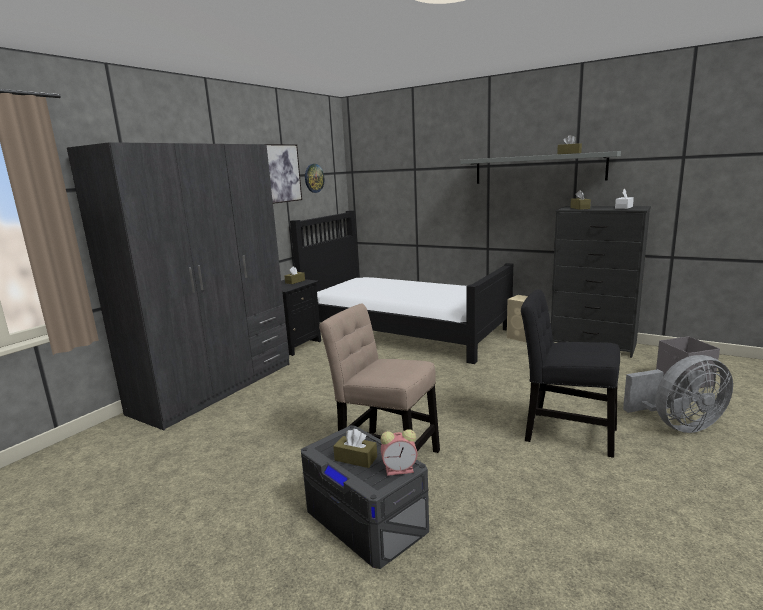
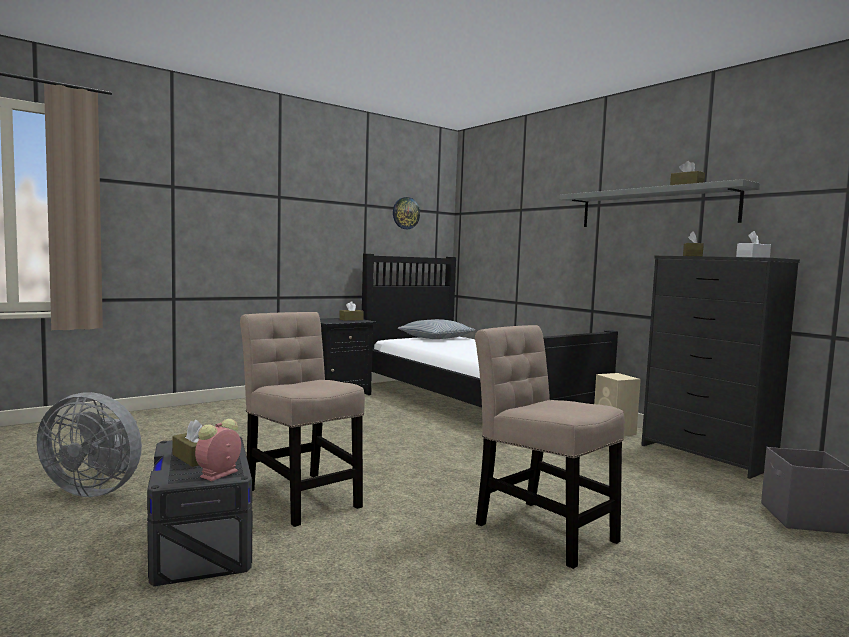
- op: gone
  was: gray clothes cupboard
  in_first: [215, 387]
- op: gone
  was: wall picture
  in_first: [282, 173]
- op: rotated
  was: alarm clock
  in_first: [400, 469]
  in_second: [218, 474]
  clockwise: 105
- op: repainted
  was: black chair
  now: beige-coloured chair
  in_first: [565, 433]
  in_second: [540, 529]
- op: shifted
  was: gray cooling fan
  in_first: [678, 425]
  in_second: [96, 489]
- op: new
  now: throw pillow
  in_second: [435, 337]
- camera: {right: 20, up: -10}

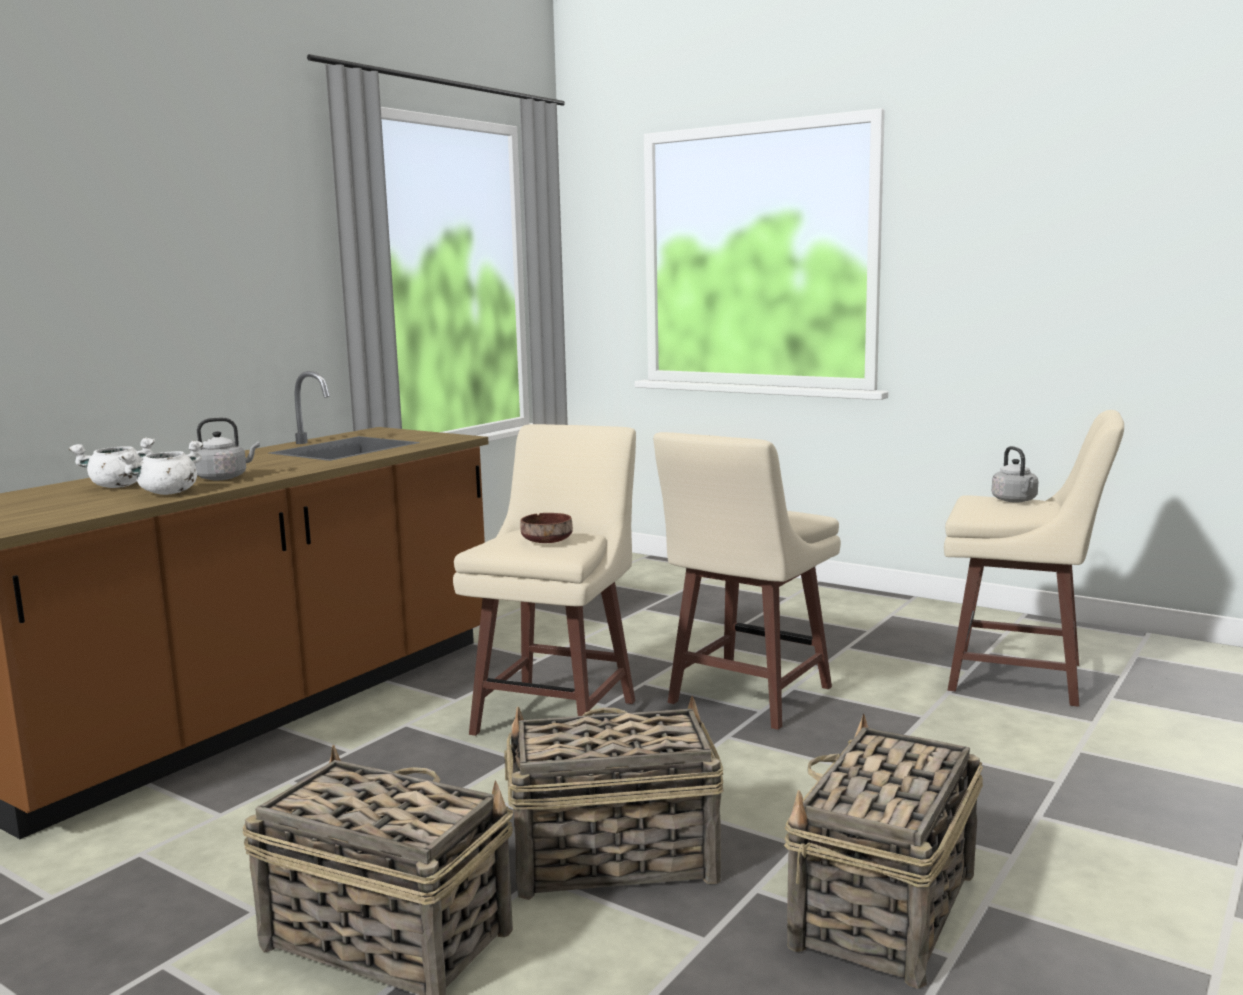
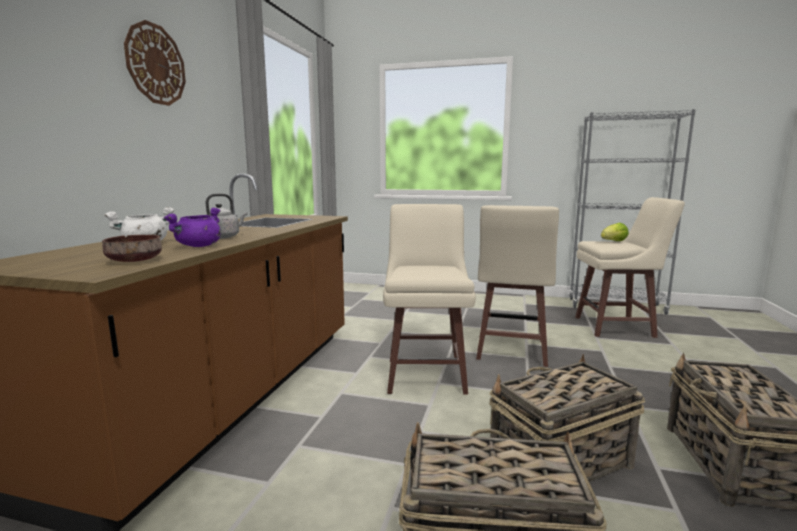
- op: repainted
  was: white-coloured stockpot
  now: purple-coloured stockpot
  in_first: [168, 493]
  in_second: [198, 246]
- op: shifted
  was: brown bowl
  in_first: [547, 542]
  in_second: [134, 261]
- op: swapped
  was: gray water kettle
  now: head of lettuce
  in_first: [1015, 501]
  in_second: [613, 242]
- op: new
  now: wall clock
  in_second: [155, 64]
- op: new
  now: gray bookcase
  in_second: [616, 306]
- camera: {right: -20, up: 0}

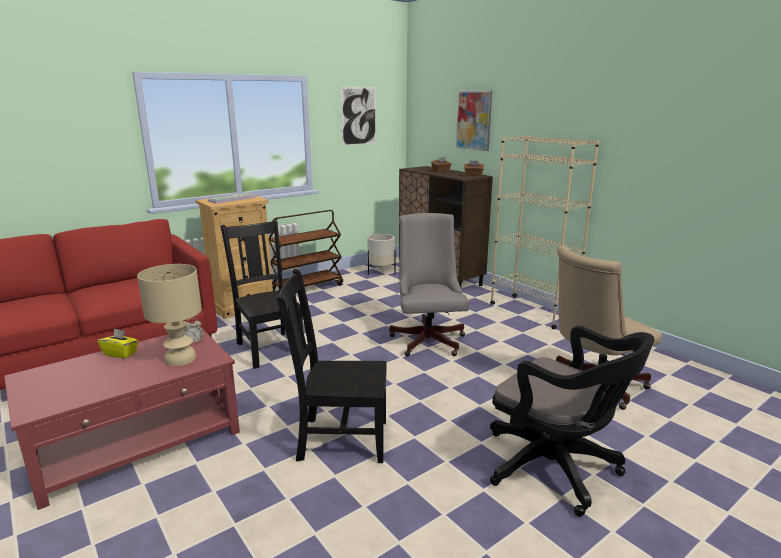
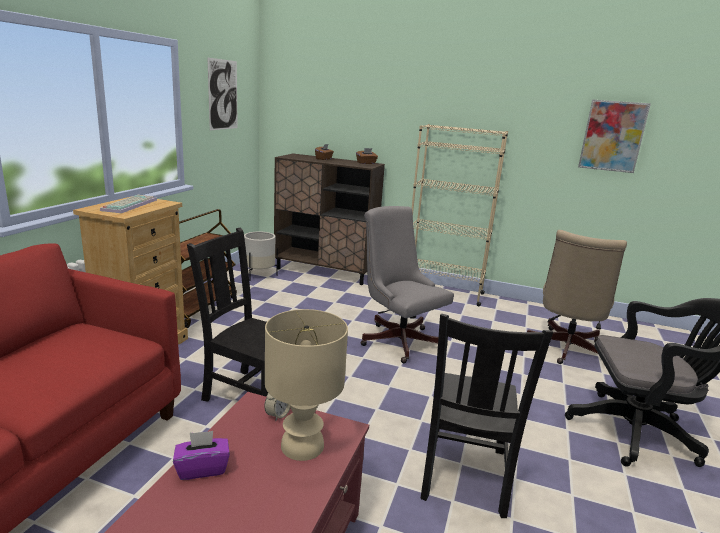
- op: repainted
  was: yellow-coloured box of tissues
  now: purple-coloured box of tissues
  in_first: [120, 353]
  in_second: [202, 468]
- op: rotated
  was: black chair
  in_first: [339, 439]
  in_second: [464, 476]
  clockwise: -45
- op: shifted
  was: wall picture
  in_first: [474, 120]
  in_second: [612, 136]
- camera: {right: -35, up: 0}

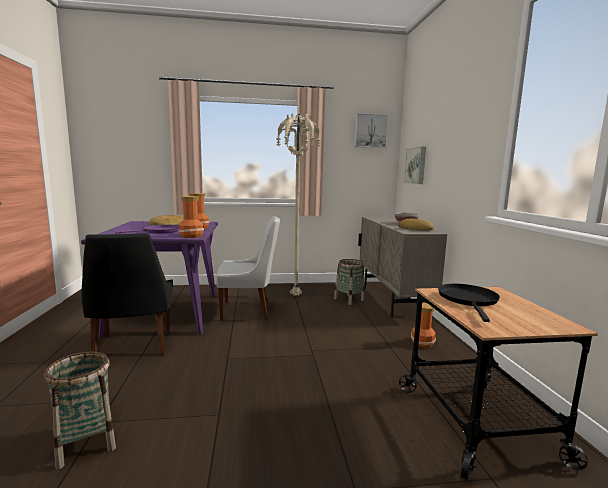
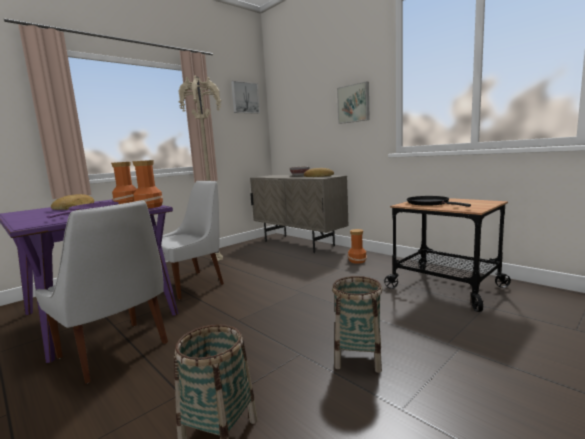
- op: repainted
  was: black chair
  now: white-coloured chair
  in_first: [133, 346]
  in_second: [116, 351]
- op: shifted
  was: basket
  in_first: [349, 299]
  in_second: [358, 357]
- op: shifted
  was: wall picture
  in_first: [416, 166]
  in_second: [354, 103]
- camera: {right: -35, up: 0}

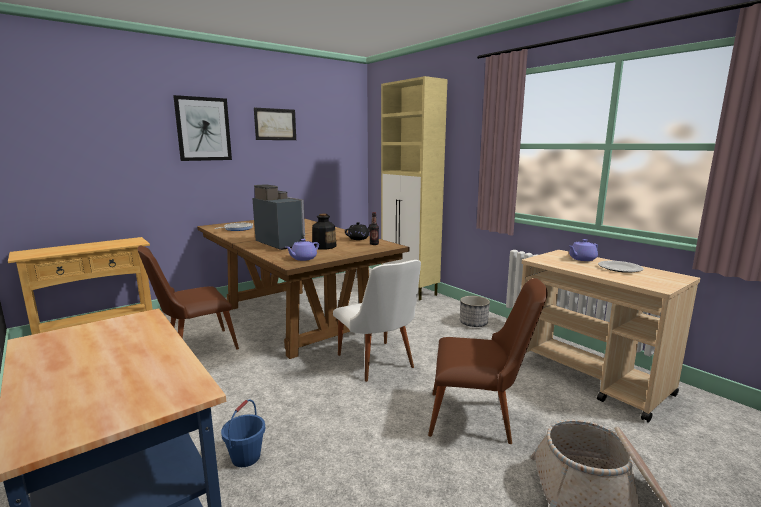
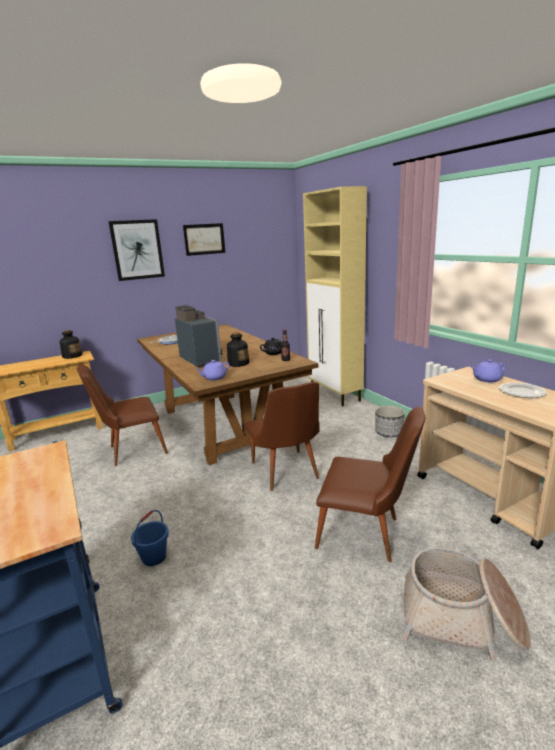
- op: repainted
  was: white-coloured chair
  now: brown chair
  in_first: [378, 364]
  in_second: [286, 474]
- op: new
  now: bottle
  in_second: [72, 356]
- camera: {right: 10, up: 5}

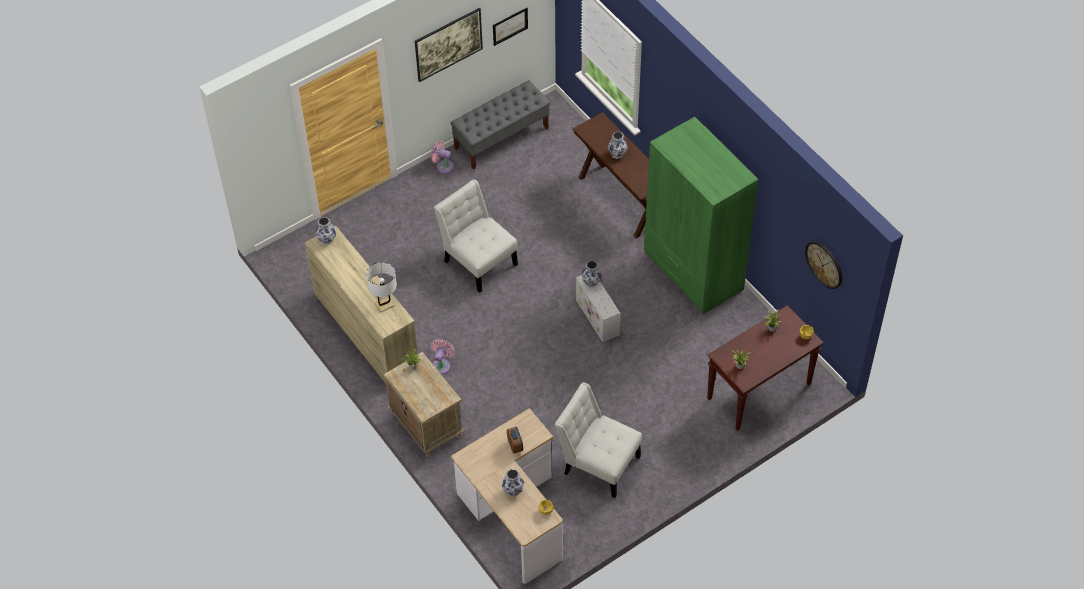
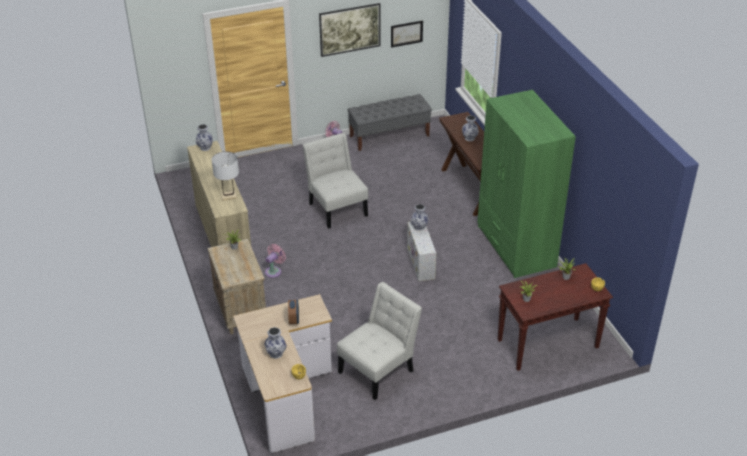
- op: rotated
  was: white-coloured chair
  in_first: [598, 462]
  in_second: [379, 369]
  clockwise: 90
- op: gone
  was: wall clock
  in_first: [824, 264]
- camera: {right: 15, up: -15}

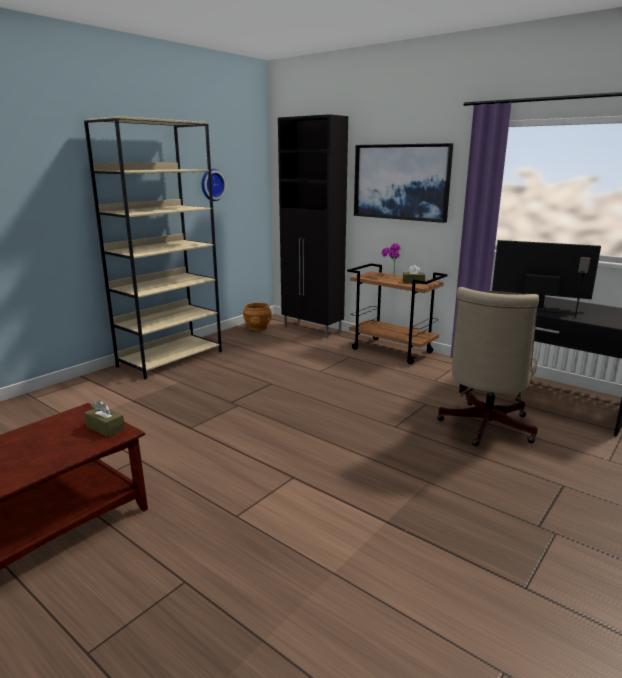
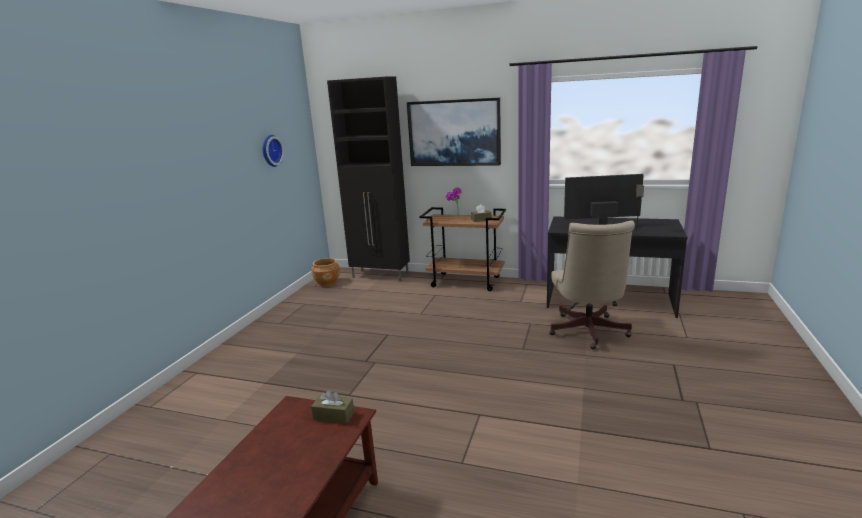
- op: gone
  was: beige-coloured bookcase
  in_first: [171, 358]
- camera: {right: -20, up: 0}

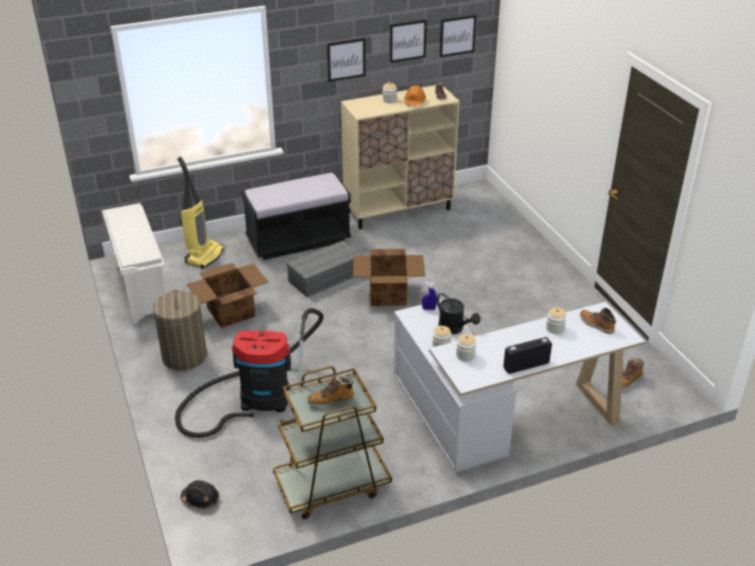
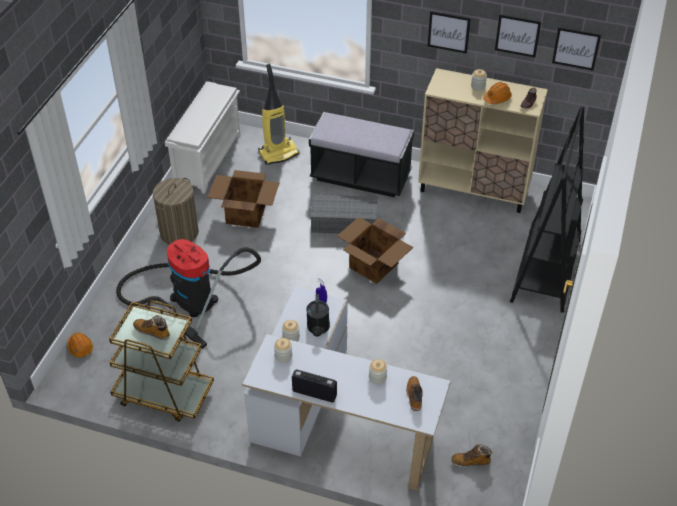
- op: repainted
  was: black work helmet
  now: orangey work helmet
  in_first: [201, 499]
  in_second: [80, 348]
- op: new
  now: black bookcase
  in_second: [545, 271]
- camera: {right: 40, up: 10}

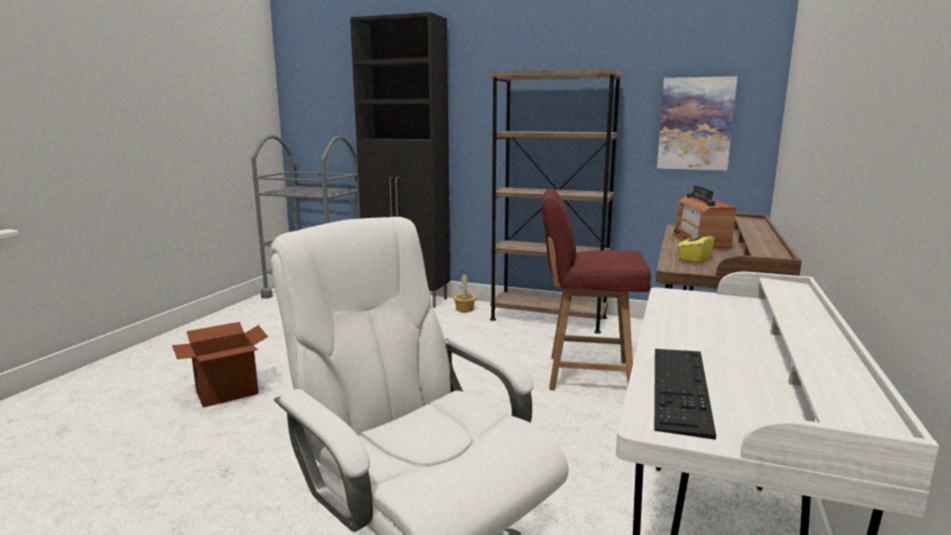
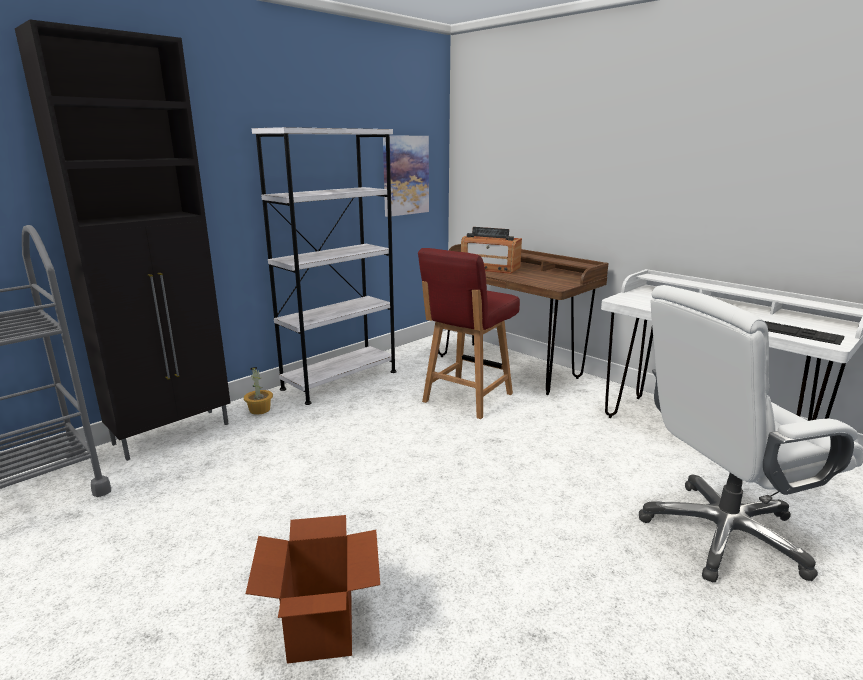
- op: repainted
  was: brown bookcase
  now: white-coloured bookcase
  in_first: [548, 318]
  in_second: [340, 380]
- op: gone
  was: yellow-coloured box of tissues
  in_first: [694, 259]
- camera: {right: -65, up: 5}

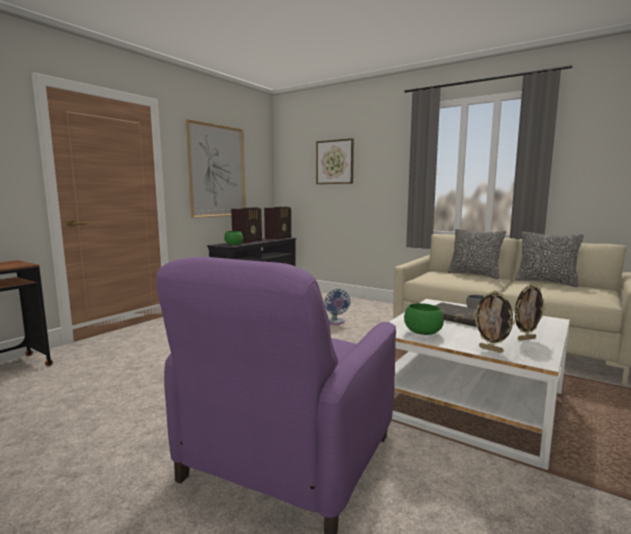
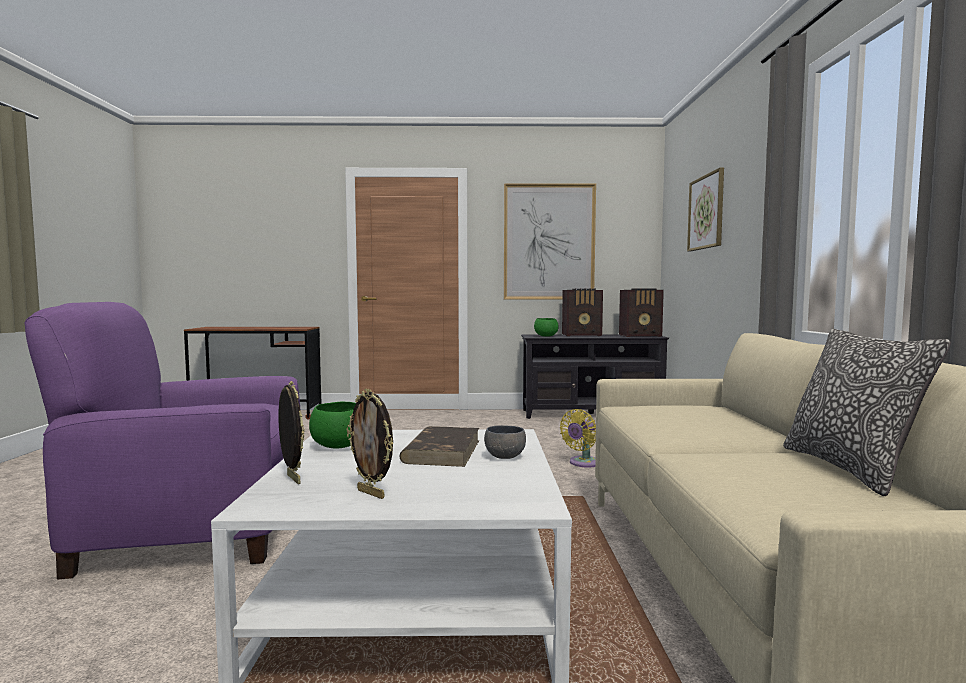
- op: repainted
  was: blue-coloured cooling fan
  now: yellow-coloured cooling fan
  in_first: [335, 322]
  in_second: [582, 463]
- op: gone
  was: throw pillow
  in_first: [474, 274]
- op: rotated
  was: picture frame
  in_first: [491, 349]
  in_second: [292, 479]
  clockwise: 135
- camera: {right: 55, up: -5}

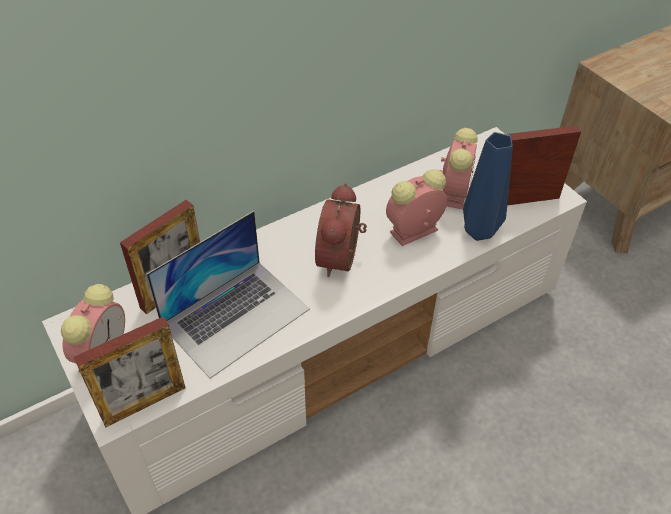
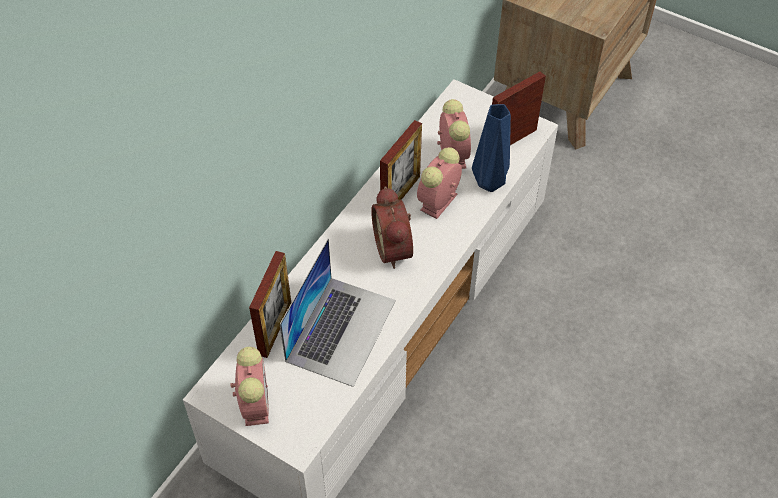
- op: shifted
  was: picture frame
  in_first: [144, 403]
  in_second: [400, 194]
- camera: {right: -25, up: 5}

